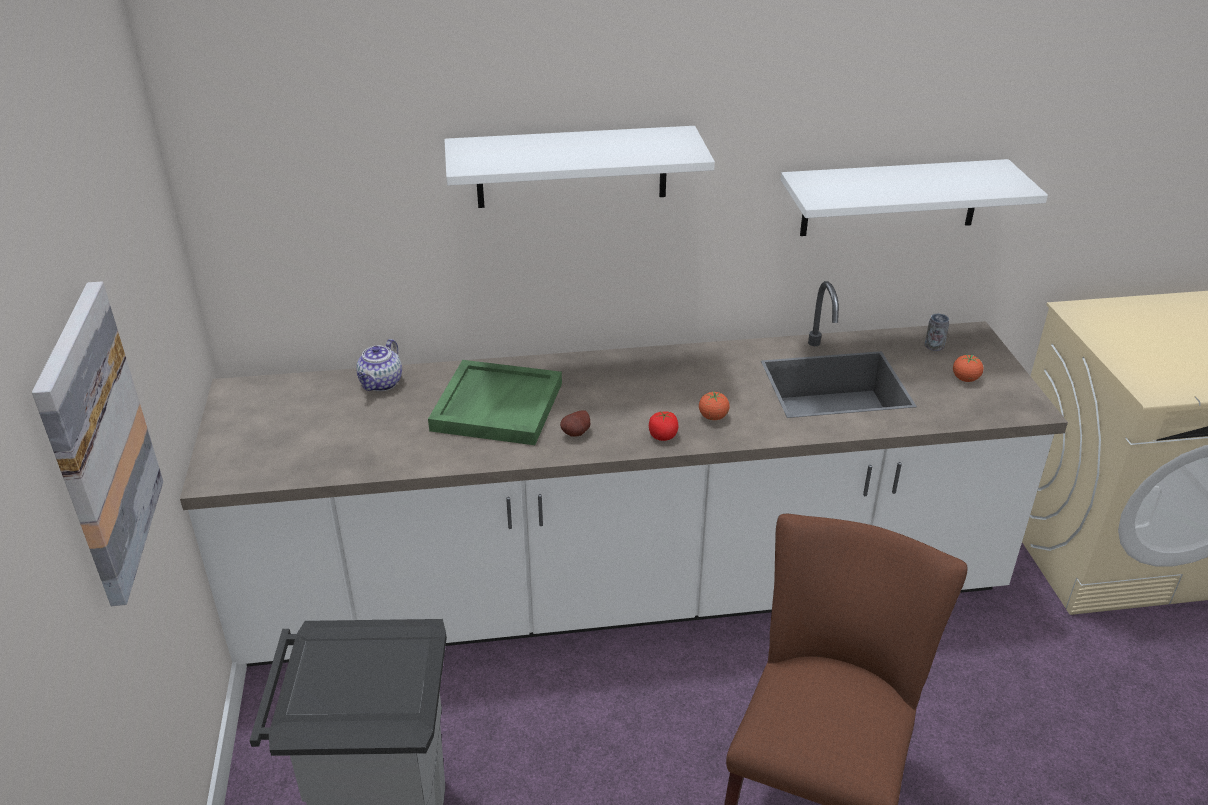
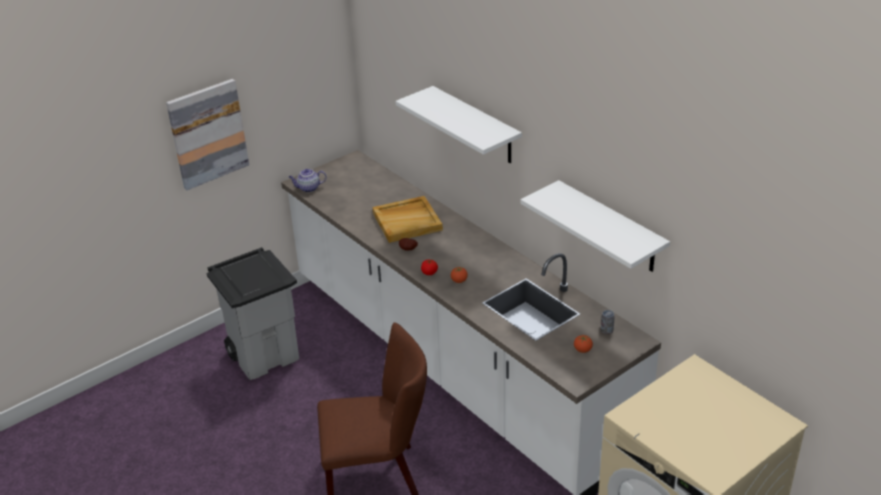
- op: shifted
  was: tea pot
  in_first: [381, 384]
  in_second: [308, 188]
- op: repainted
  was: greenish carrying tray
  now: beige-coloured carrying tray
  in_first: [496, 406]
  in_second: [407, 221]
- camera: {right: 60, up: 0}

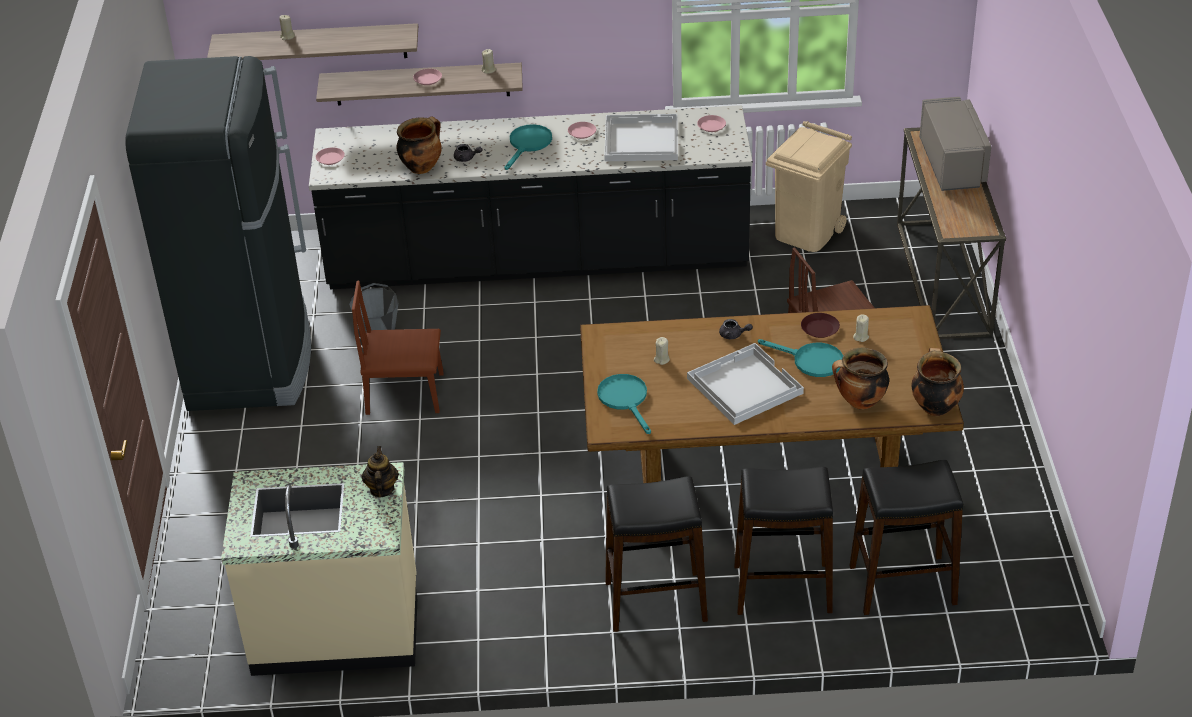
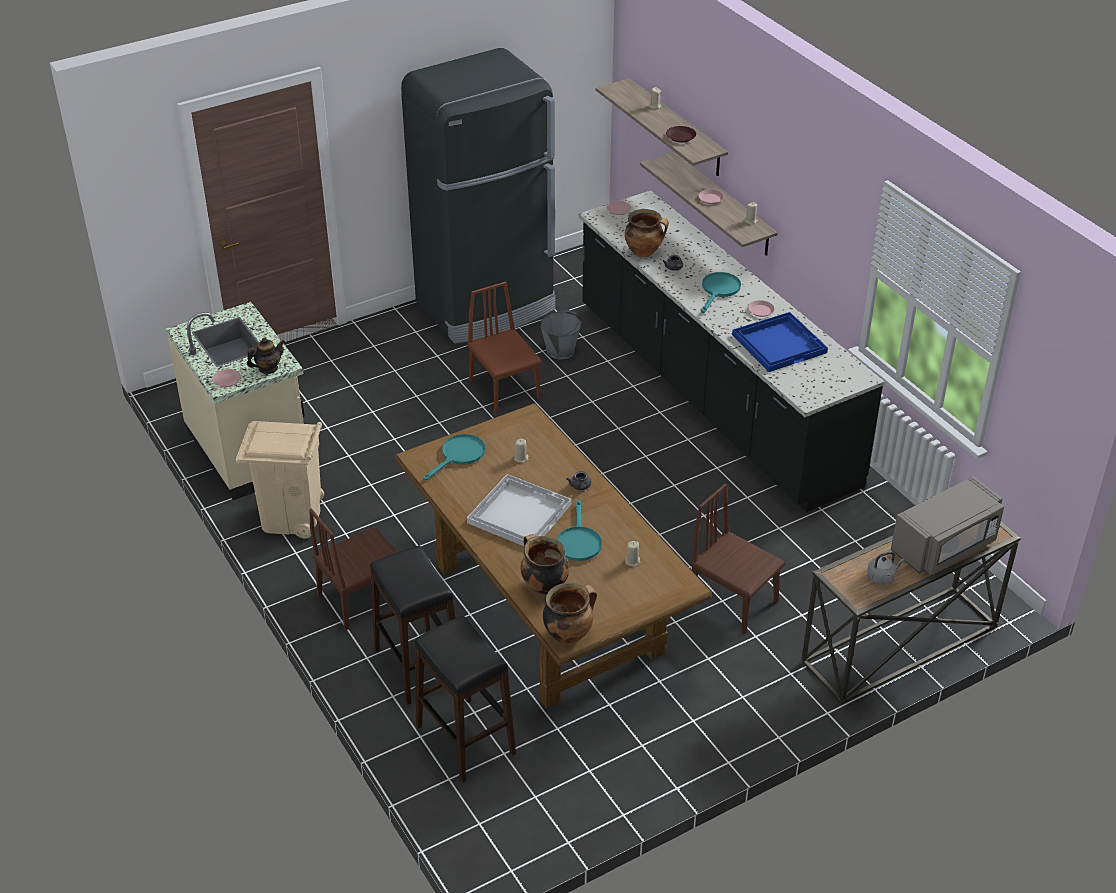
- op: rotated
  was: turquoise-coloured frying pan
  in_first: [528, 145]
  in_second: [719, 290]
  clockwise: -60
- op: repainted
  was: white-coloured carrying tray
  now: blue-coloured carrying tray
  in_first: [640, 139]
  in_second: [779, 343]
- op: swapped
  was: black stool seat
  now: brown chair
  in_first: [655, 602]
  in_second: [362, 598]
- op: shifted
  was: pink-coloured plate
  in_first: [711, 126]
  in_second: [226, 380]
- op: shifted
  was: beige-coloured trash can
  in_first: [807, 233]
  in_second: [291, 517]
- op: shifted
  was: brown plate
  in_first: [820, 328]
  in_second: [681, 137]
- op: new
  now: gray water kettle
  in_second: [882, 577]
- camera: {right: 60, up: 0}

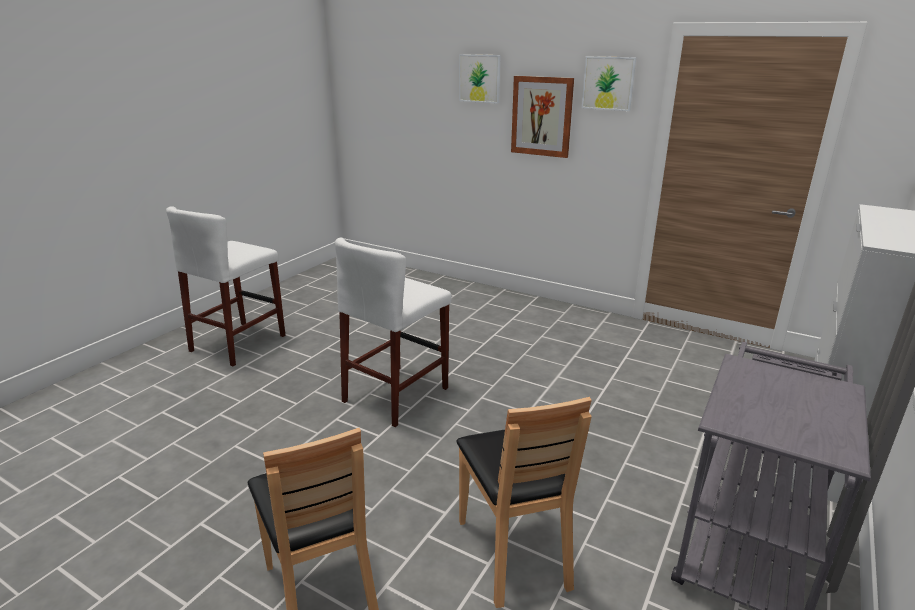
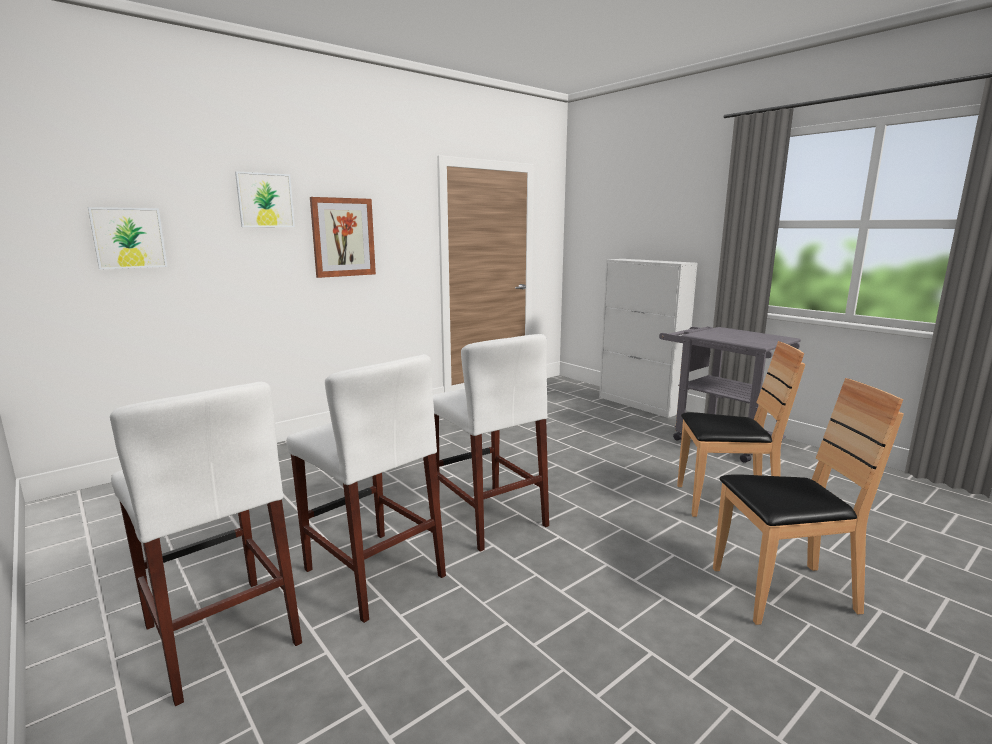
- op: shifted
  was: wall picture
  in_first: [608, 83]
  in_second: [129, 238]
- op: new
  now: white-coloured stool seat
  in_second: [373, 572]
- camera: {right: -70, up: -10}

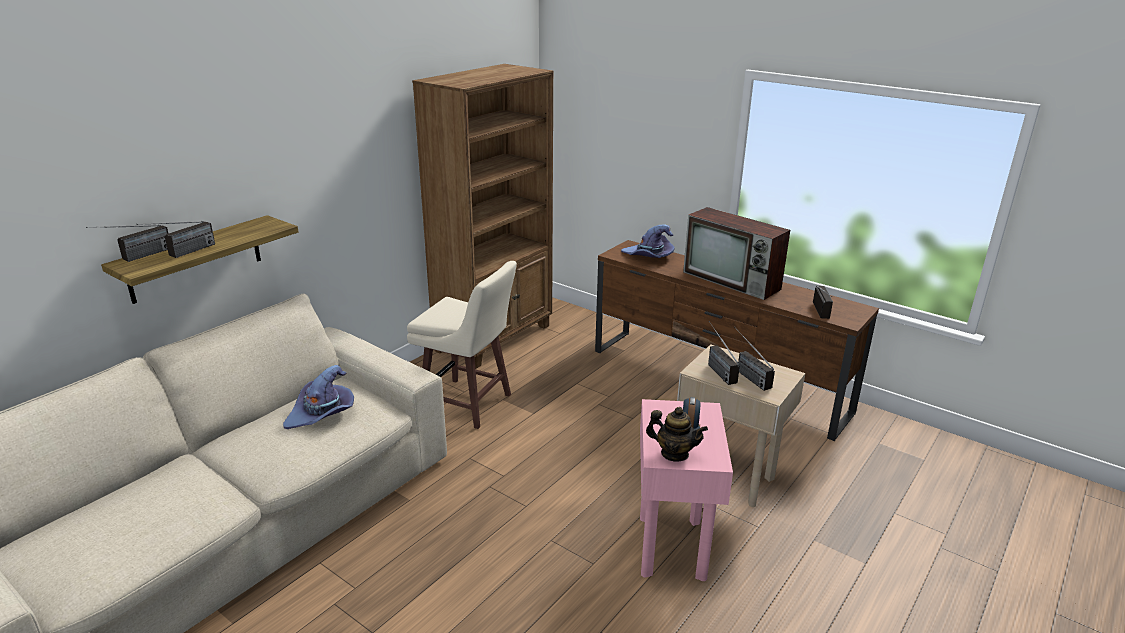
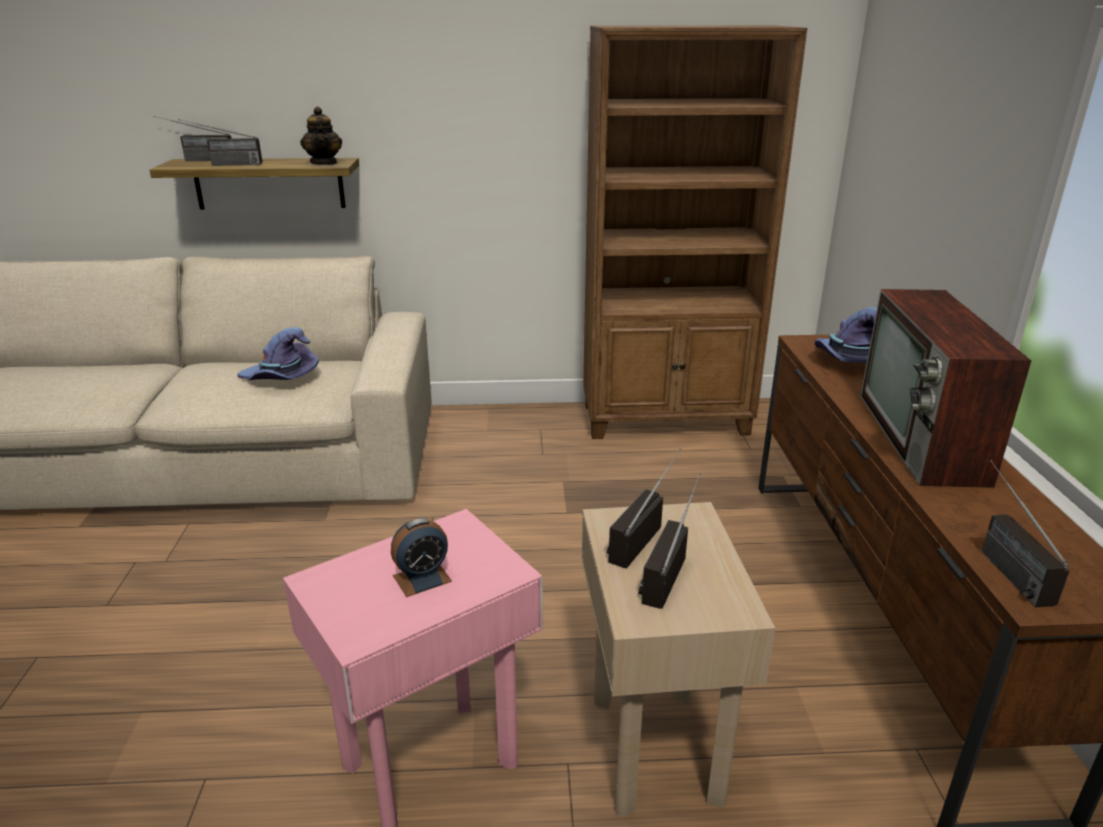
- op: gone
  was: beige-coloured stool seat
  in_first: [468, 404]
- op: shifted
  was: tea pot
  in_first: [674, 454]
  in_second: [324, 163]
- op: rotated
  was: radio set
  in_first: [824, 314]
  in_second: [1000, 562]
  clockwise: 120
- camera: {right: 50, up: 0}

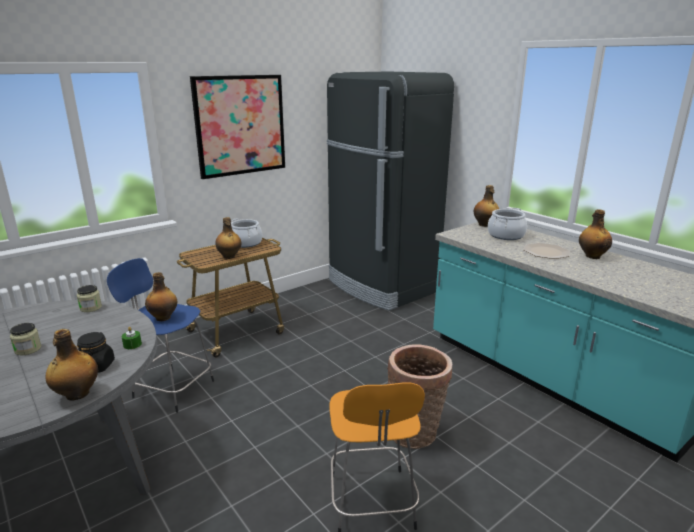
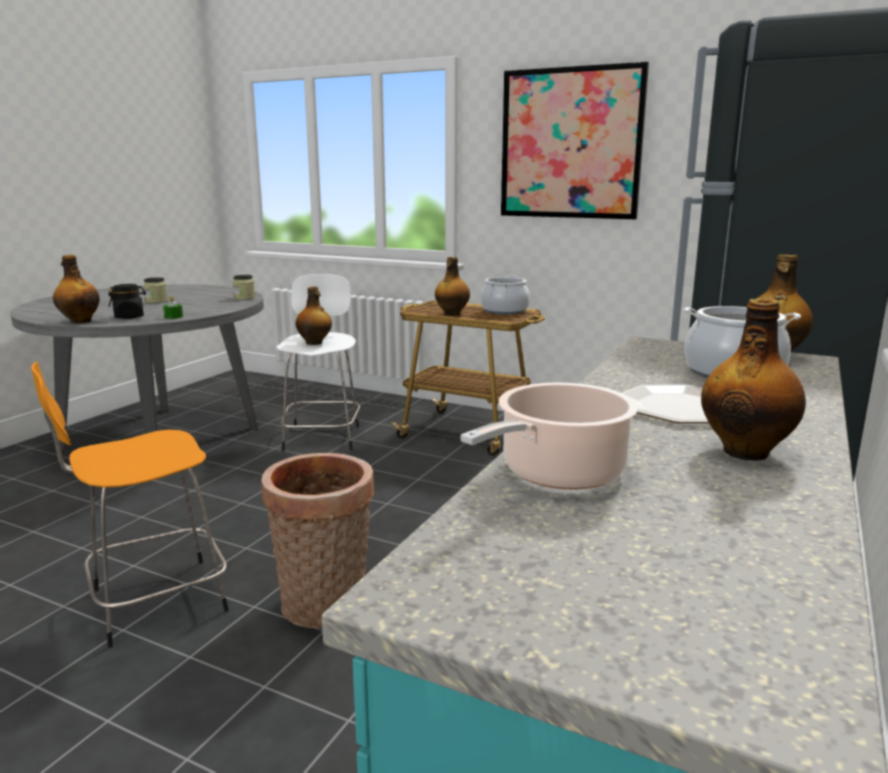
- op: repainted
  was: blue-coloured stool seat
  now: white-coloured stool seat
  in_first: [172, 388]
  in_second: [322, 436]
- op: new
  now: stockpot
  in_second: [557, 473]
- camera: {right: 65, up: -5}

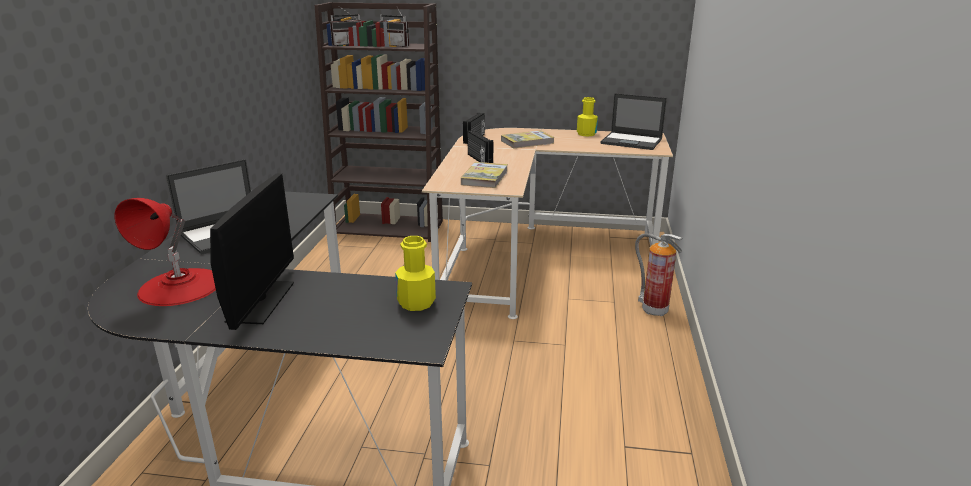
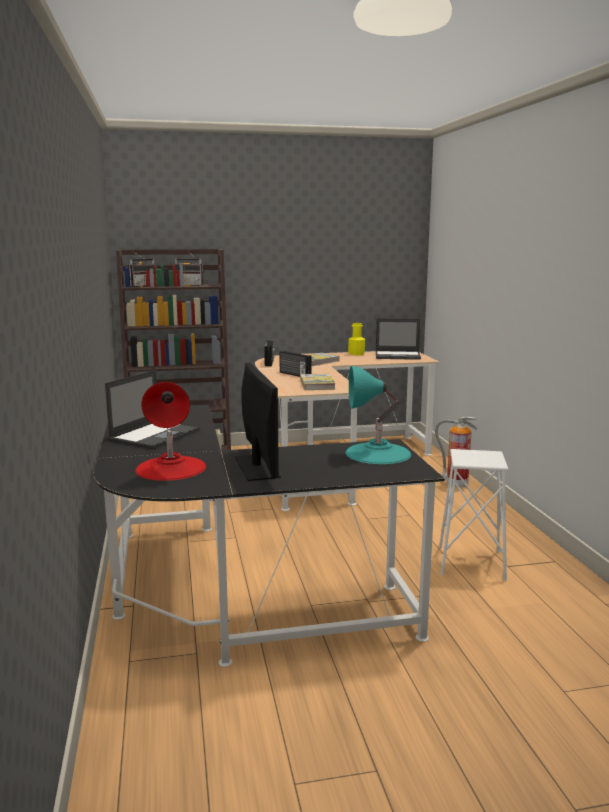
- op: swapped
  was: yellow-coloured bottle
  now: turquoise-coloured tabletop lamp
  in_first: [416, 302]
  in_second: [378, 453]
- op: new
  now: white-coloured stool seat
  in_second: [471, 563]
- camera: {right: -20, up: -10}

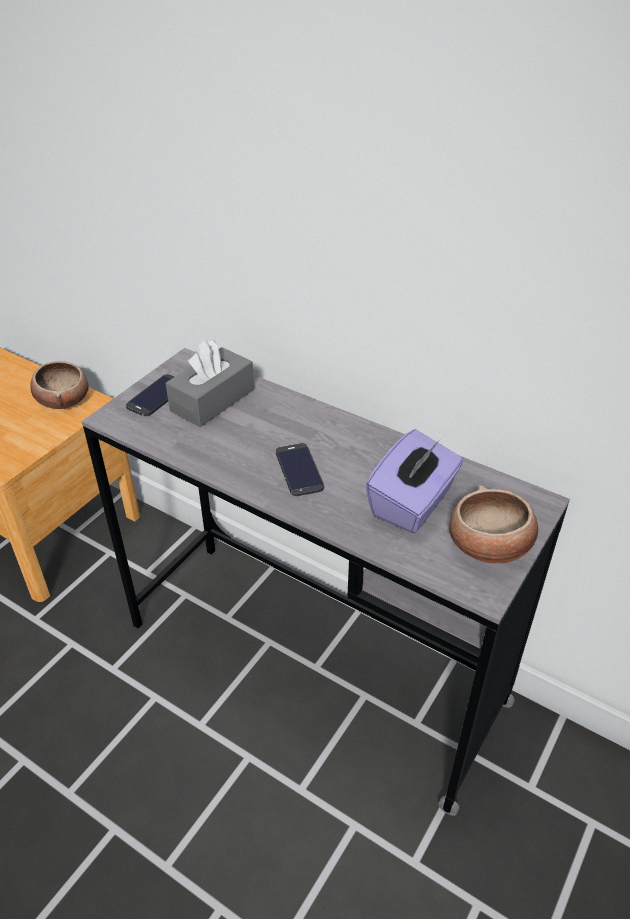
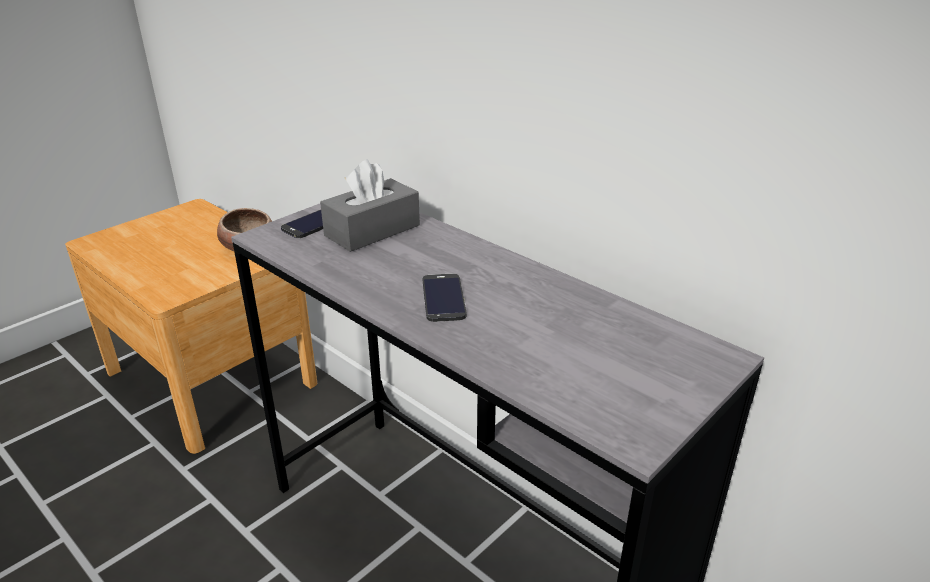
- op: gone
  was: purple-coloured box of tissues
  in_first: [412, 503]
- op: gone
  was: bowl
  in_first: [489, 547]
- camera: {right: 10, up: -10}

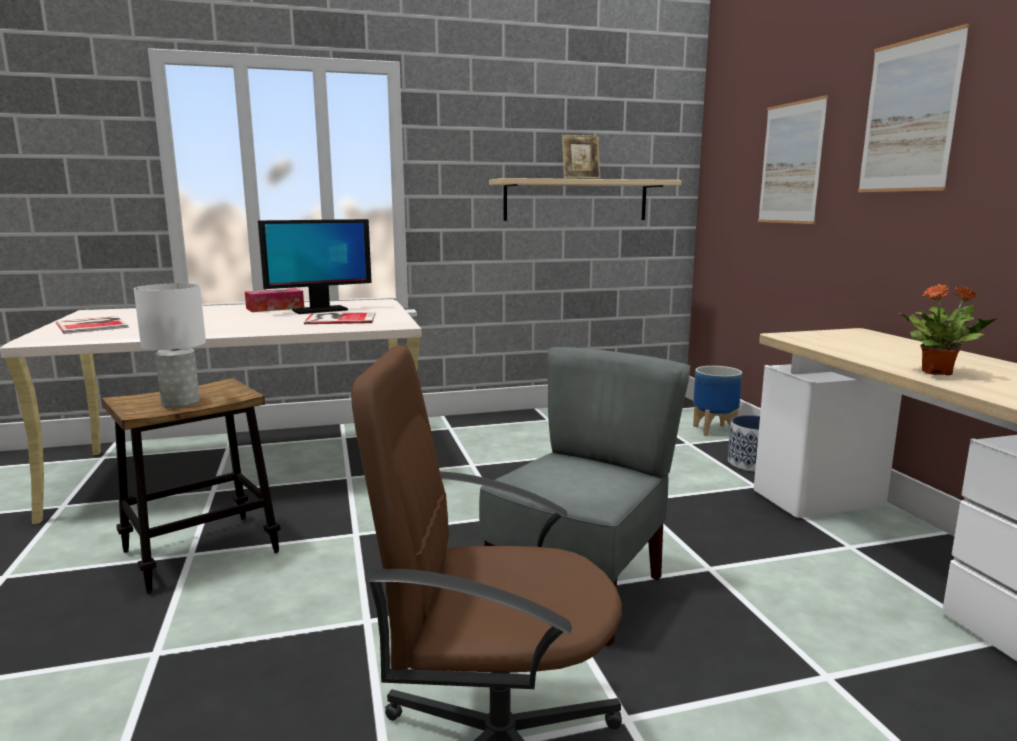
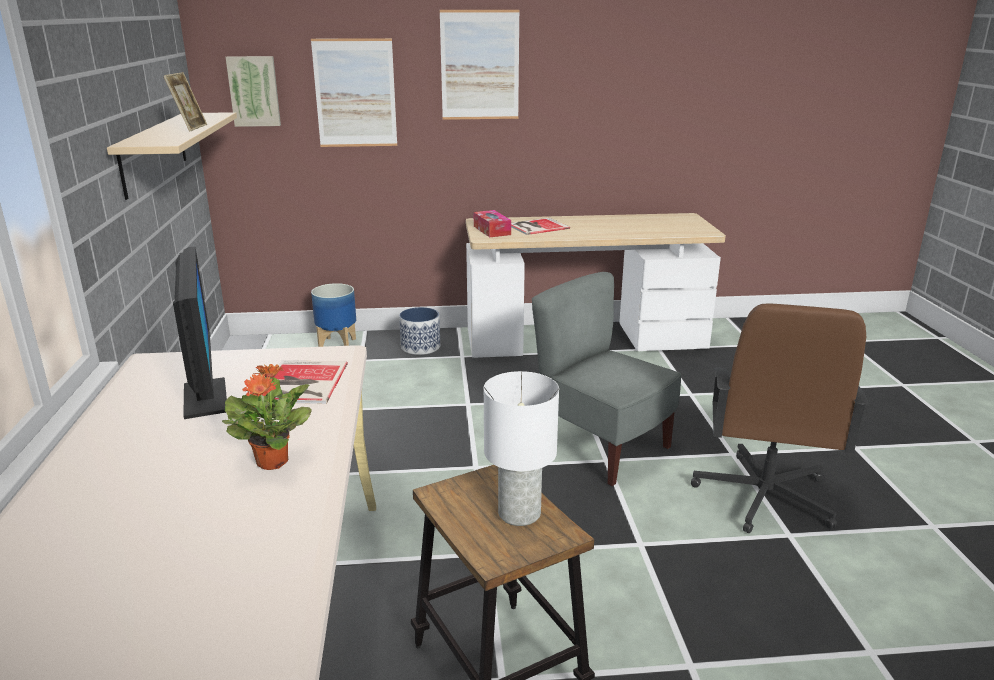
- op: shifted
  was: bound book
  in_first: [93, 325]
  in_second: [536, 226]
- op: shifted
  was: box of tissues
  in_first: [275, 308]
  in_second: [492, 230]
- op: shifted
  was: potted plant
  in_first: [938, 372]
  in_second: [273, 461]
- op: new
  now: wall picture
  in_second: [254, 91]
- camera: {right: -80, up: 10}

